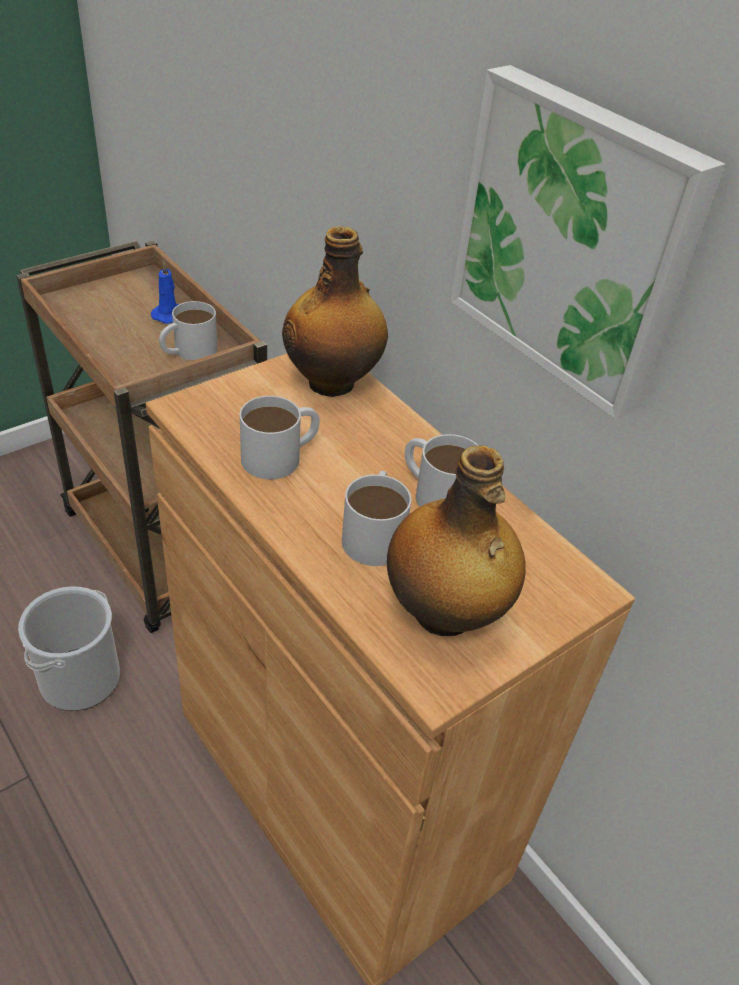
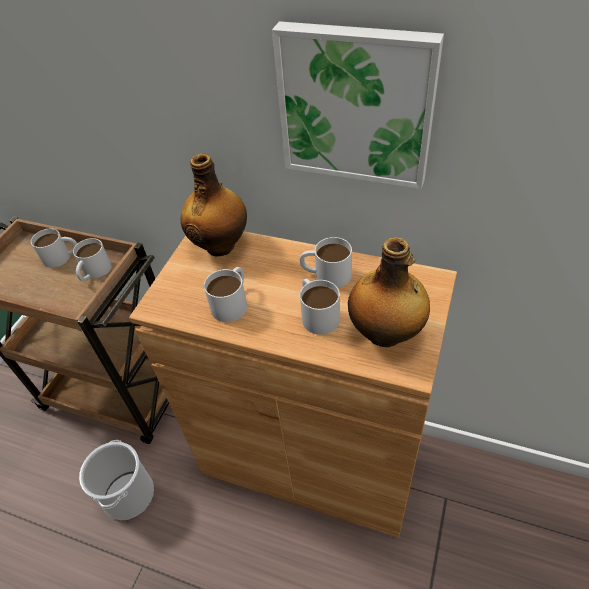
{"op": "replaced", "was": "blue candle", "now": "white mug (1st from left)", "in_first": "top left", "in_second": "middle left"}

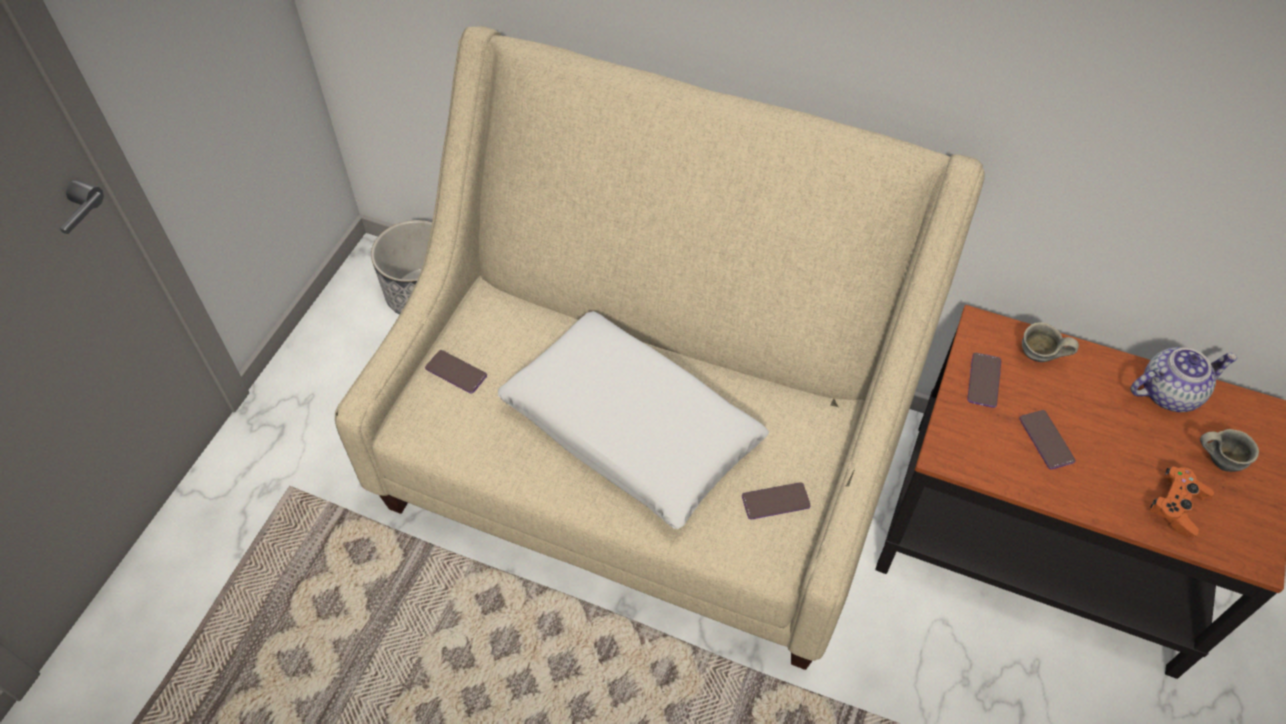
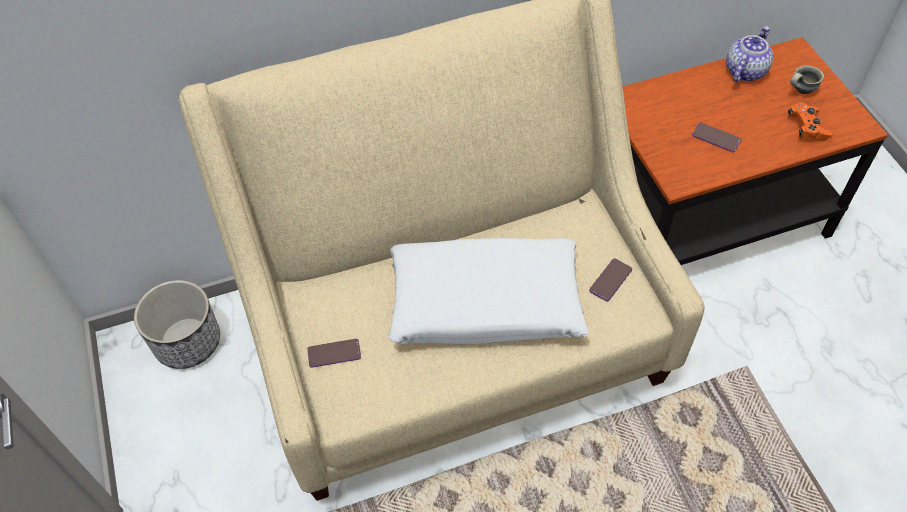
{"op": "removed", "was": "phone (3rd from left)", "in_first": "middle right"}
{"op": "removed", "was": "grey mug (1st from left)", "in_first": "middle right"}

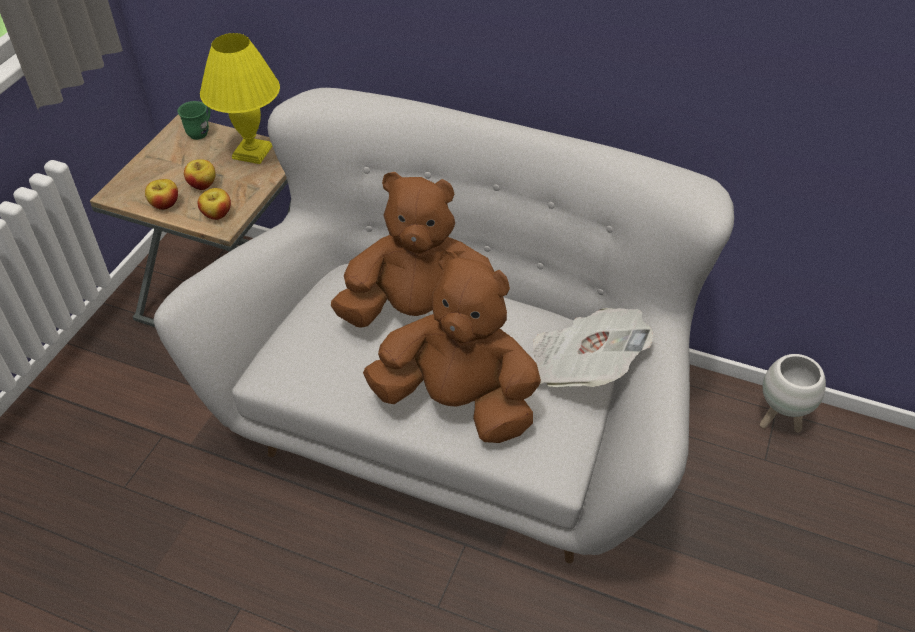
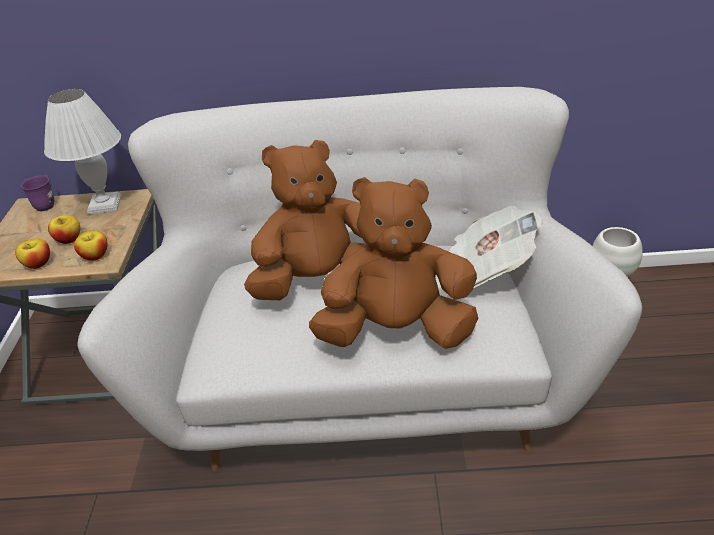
{"op": "recoloured", "was": "green mug", "now": "purple mug", "in_first": "top left", "in_second": "middle left"}
{"op": "recoloured", "was": "yellow table lamp", "now": "white table lamp", "in_first": "top left", "in_second": "top left"}

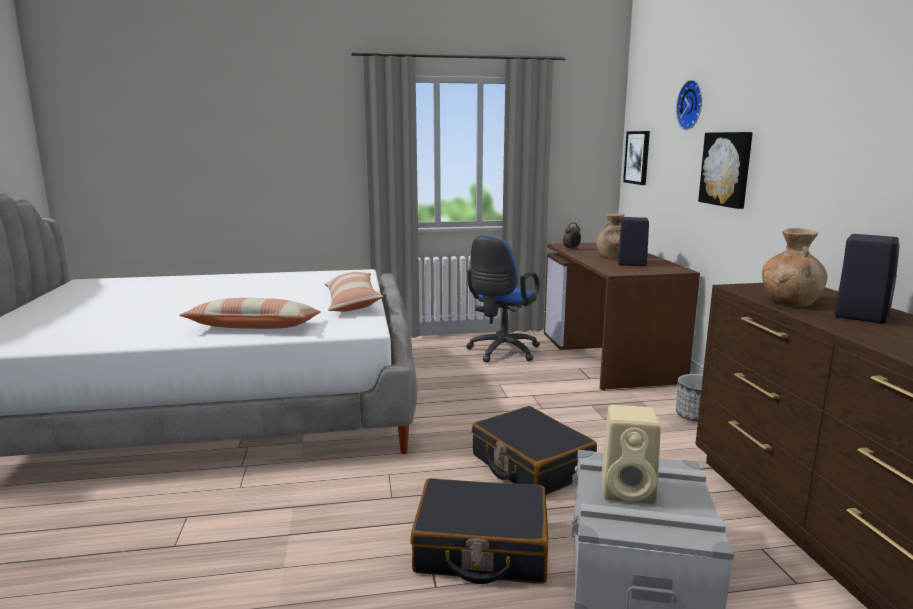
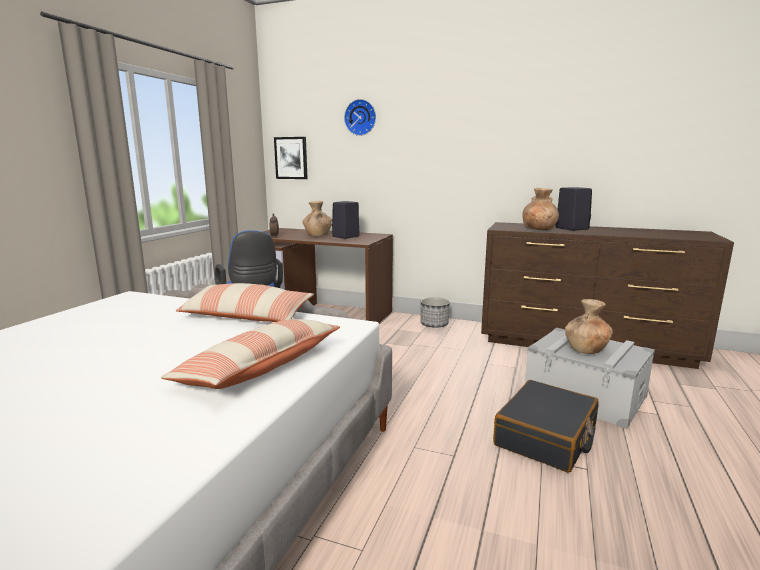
{"op": "removed", "was": "black suitcase (2nd from left)", "in_first": "bottom centre"}
{"op": "replaced", "was": "beige speaker", "now": "brown vase (3rd from left)", "in_first": "bottom right", "in_second": "middle right"}
{"op": "removed", "was": "picture (2nd from left)", "in_first": "top right"}

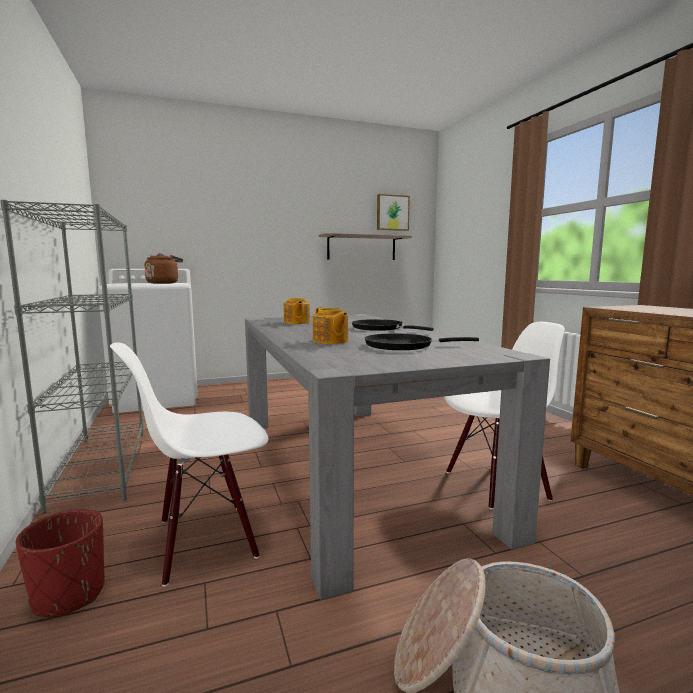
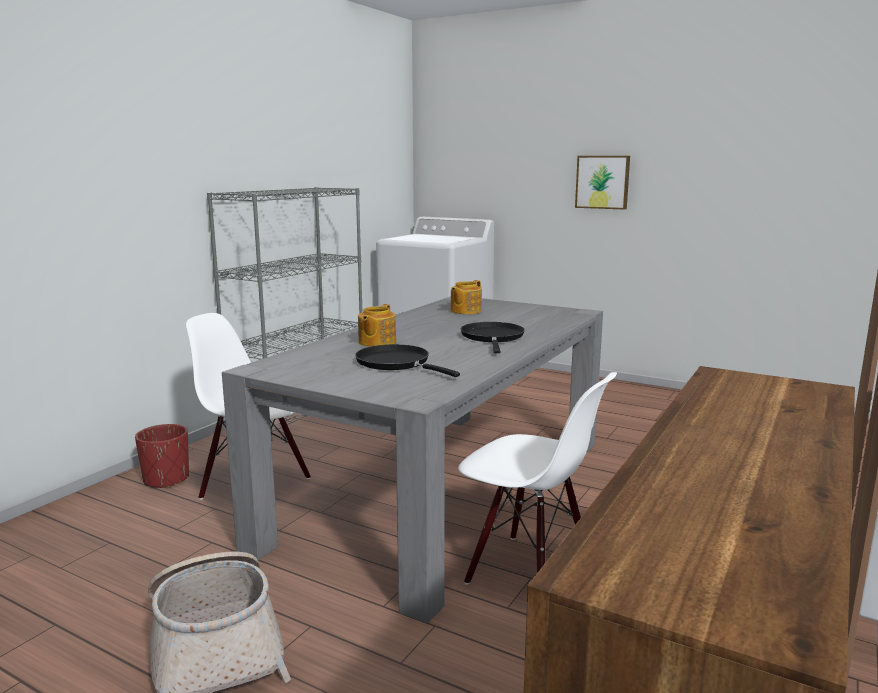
{"op": "removed", "was": "brown kettle", "in_first": "middle left"}
{"op": "removed", "was": "shelf", "in_first": "centre"}
{"op": "moved", "was": "picture", "in_first": "top centre", "in_second": "top right"}

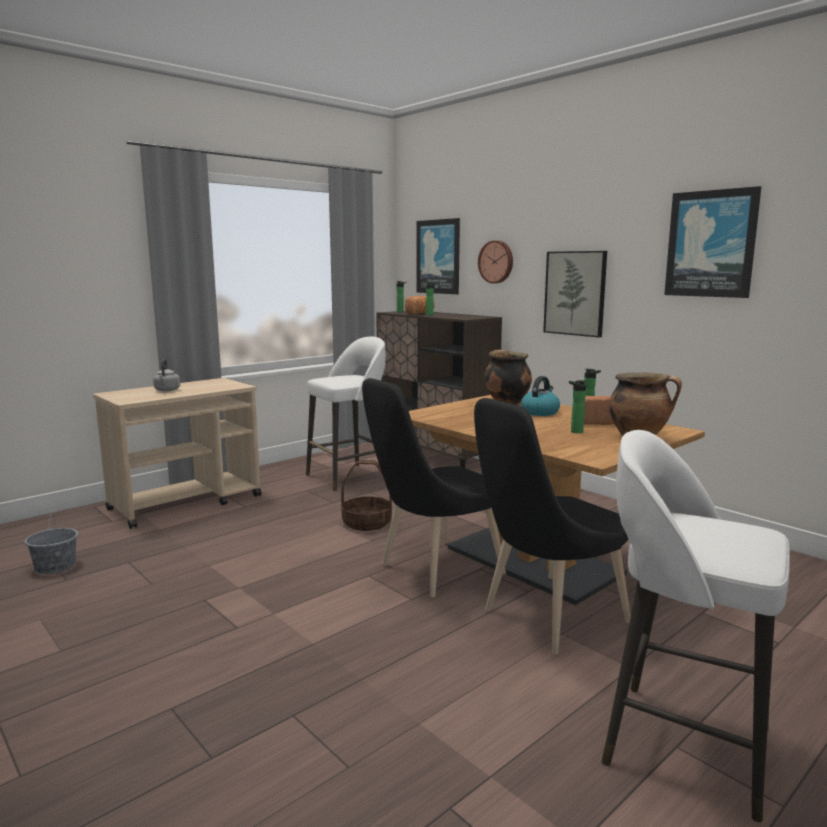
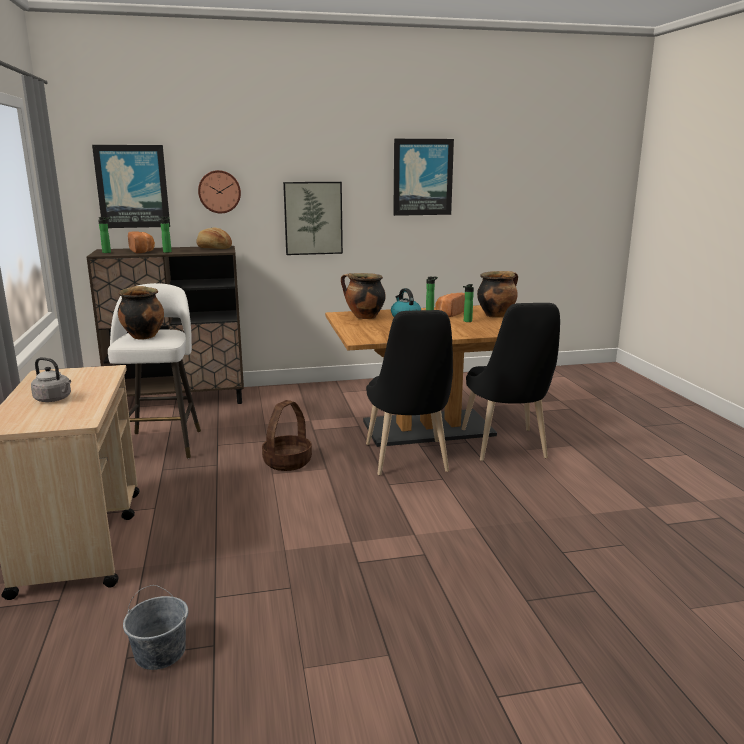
{"op": "removed", "was": "white stool (2nd from left)", "in_first": "bottom right"}
{"op": "added", "now": "cooking pot (1st from left)", "in_second": "middle left"}
{"op": "added", "now": "bread (2nd from left)", "in_second": "top left"}

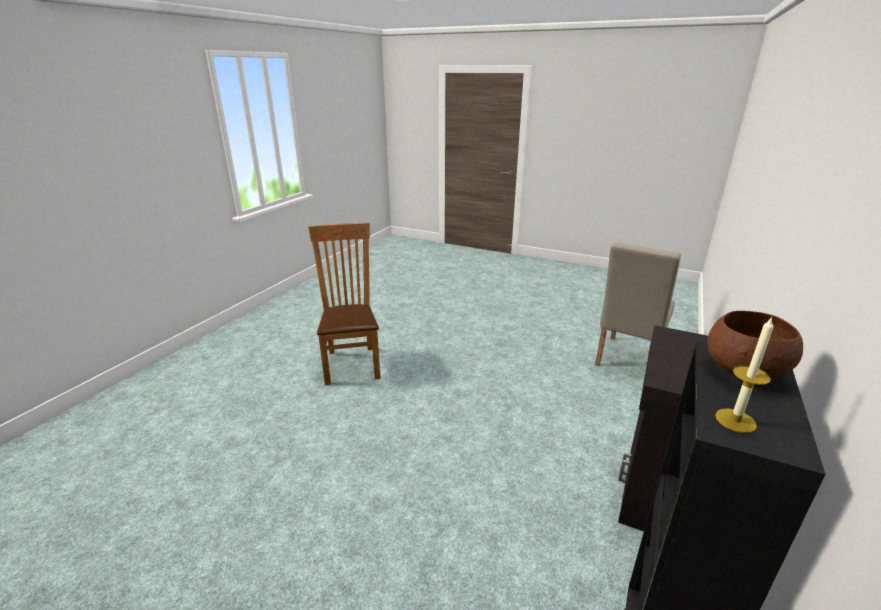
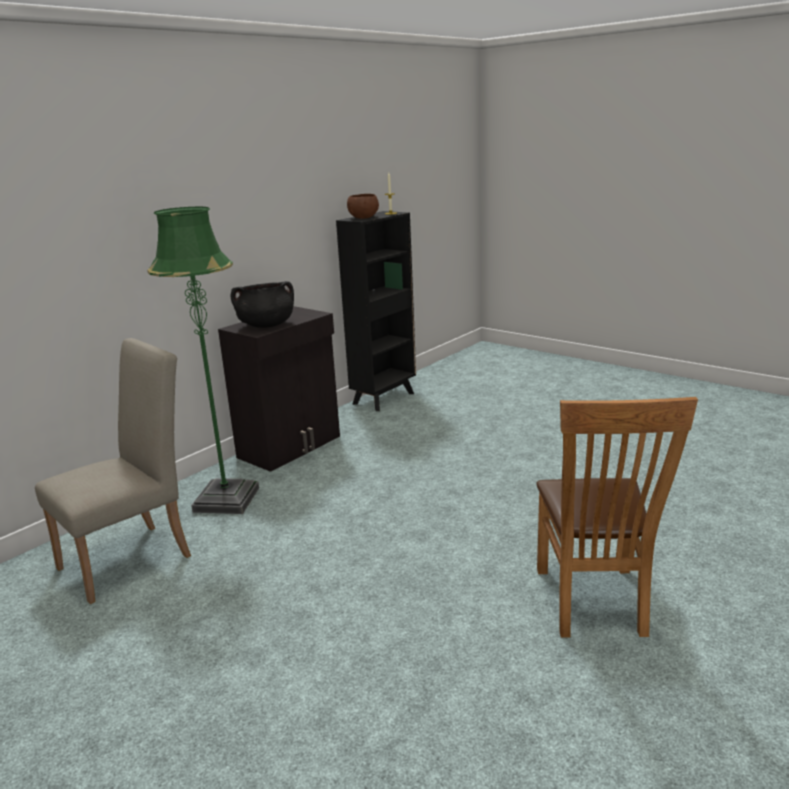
{"op": "added", "now": "green floor lamp", "in_second": "middle left"}
{"op": "added", "now": "black cooking pot", "in_second": "middle left"}

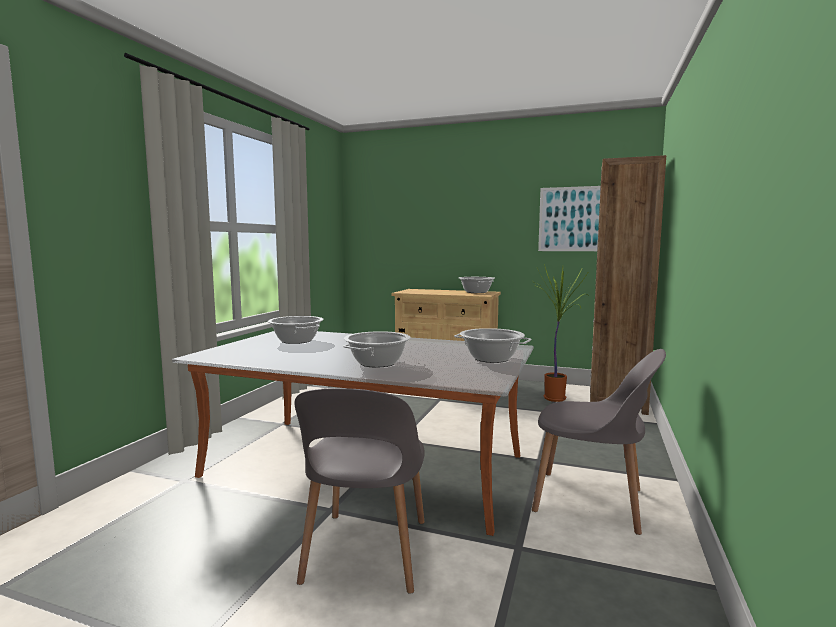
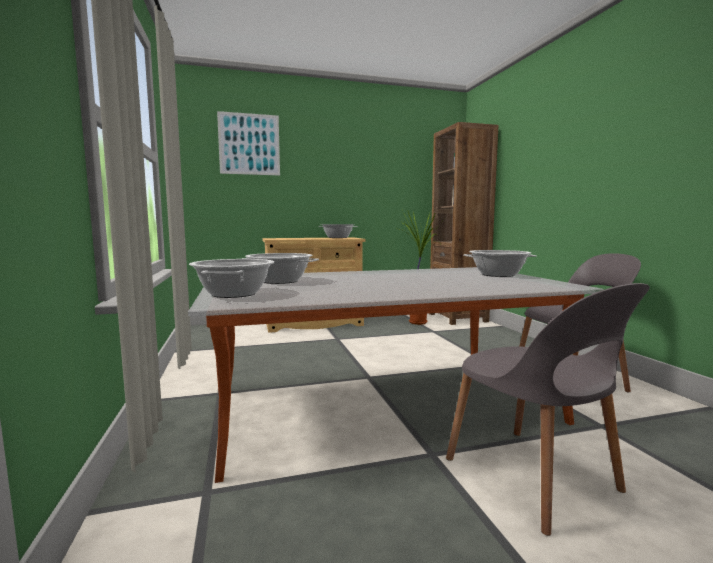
{"op": "moved", "was": "cooking pot (2nd from left in the first image)", "now": "cooking pot (1st from left)", "in_first": "centre", "in_second": "middle left"}
{"op": "moved", "was": "picture", "in_first": "middle right", "in_second": "top centre"}

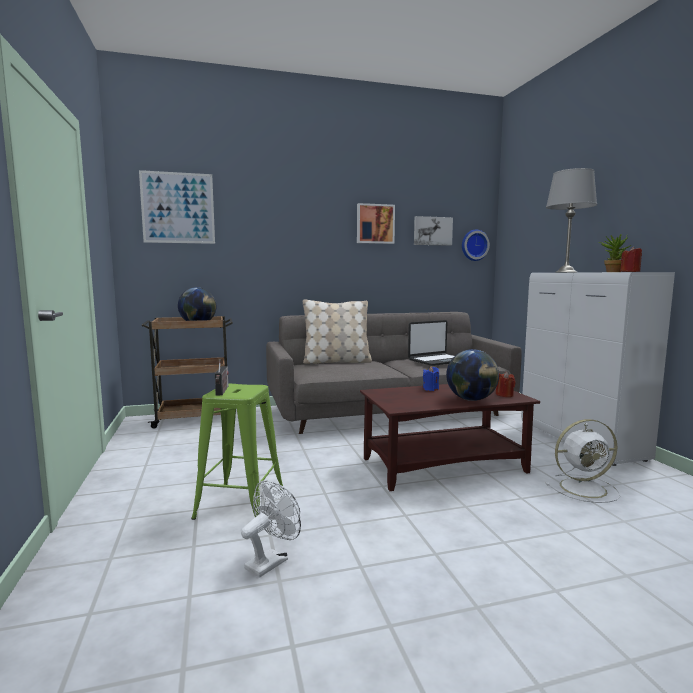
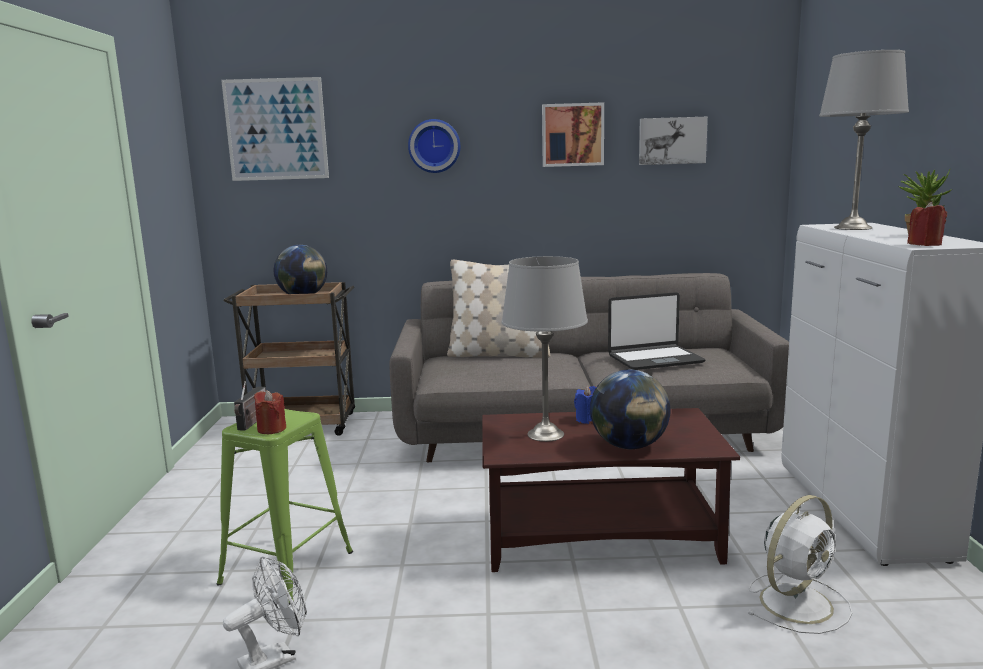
{"op": "moved", "was": "wall clock", "in_first": "middle right", "in_second": "top centre"}
{"op": "moved", "was": "red candle (1st from left)", "in_first": "middle right", "in_second": "middle left"}
{"op": "turned", "was": "white fan (2nd from left)", "in_first": "middle right", "in_second": "bottom right", "clockwise": -45}
{"op": "added", "now": "grey table lamp (1st from left)", "in_second": "centre"}

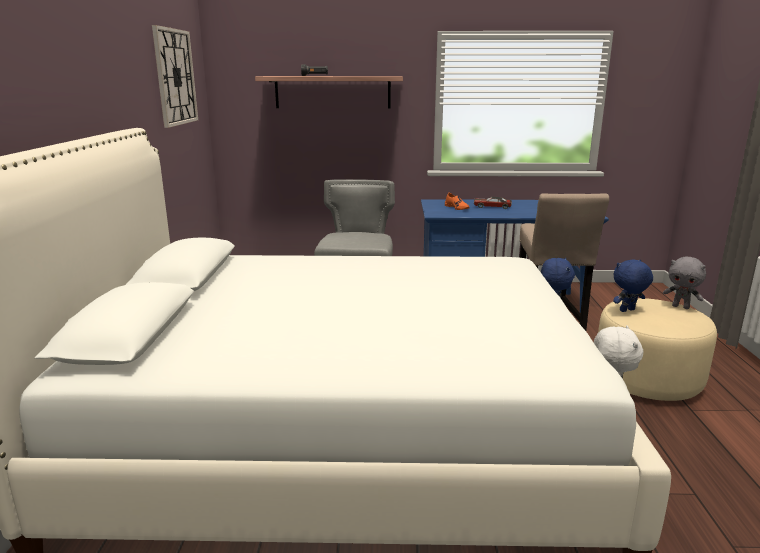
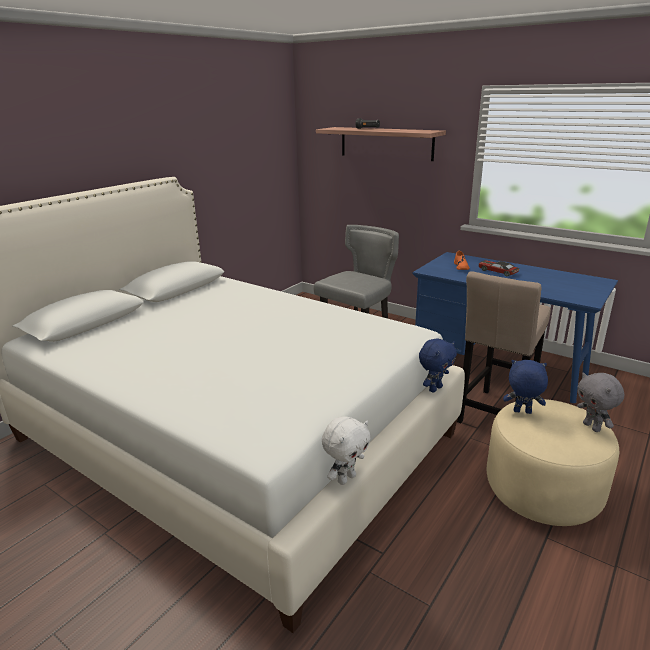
{"op": "removed", "was": "wall clock", "in_first": "top left"}

